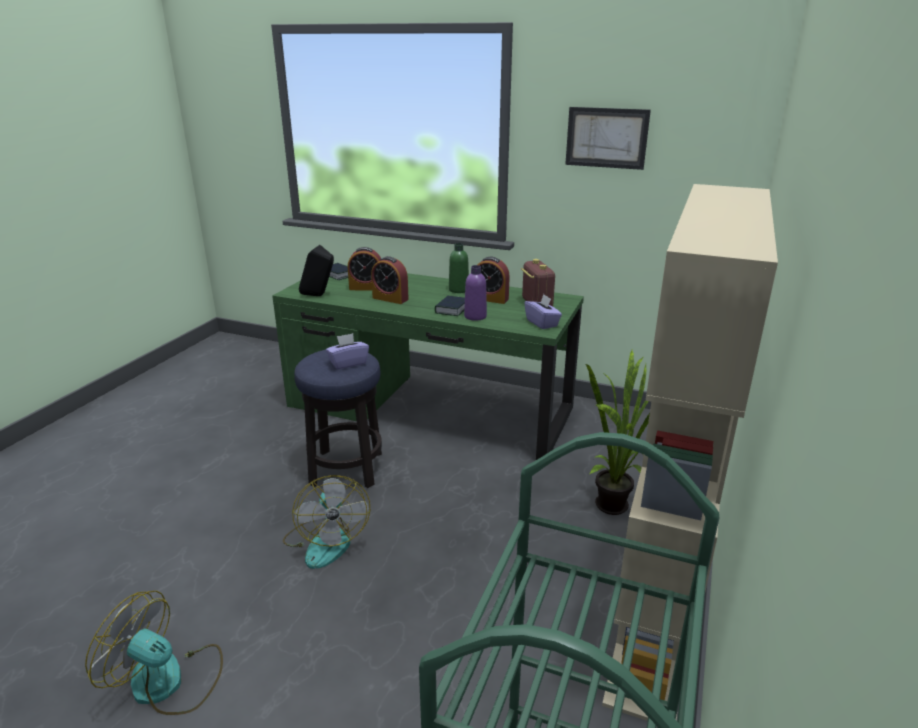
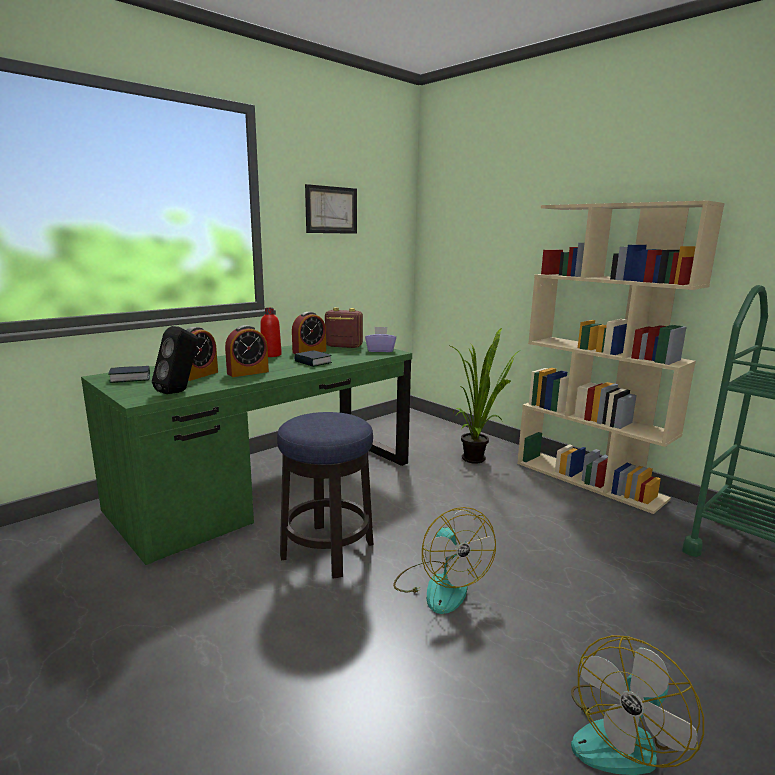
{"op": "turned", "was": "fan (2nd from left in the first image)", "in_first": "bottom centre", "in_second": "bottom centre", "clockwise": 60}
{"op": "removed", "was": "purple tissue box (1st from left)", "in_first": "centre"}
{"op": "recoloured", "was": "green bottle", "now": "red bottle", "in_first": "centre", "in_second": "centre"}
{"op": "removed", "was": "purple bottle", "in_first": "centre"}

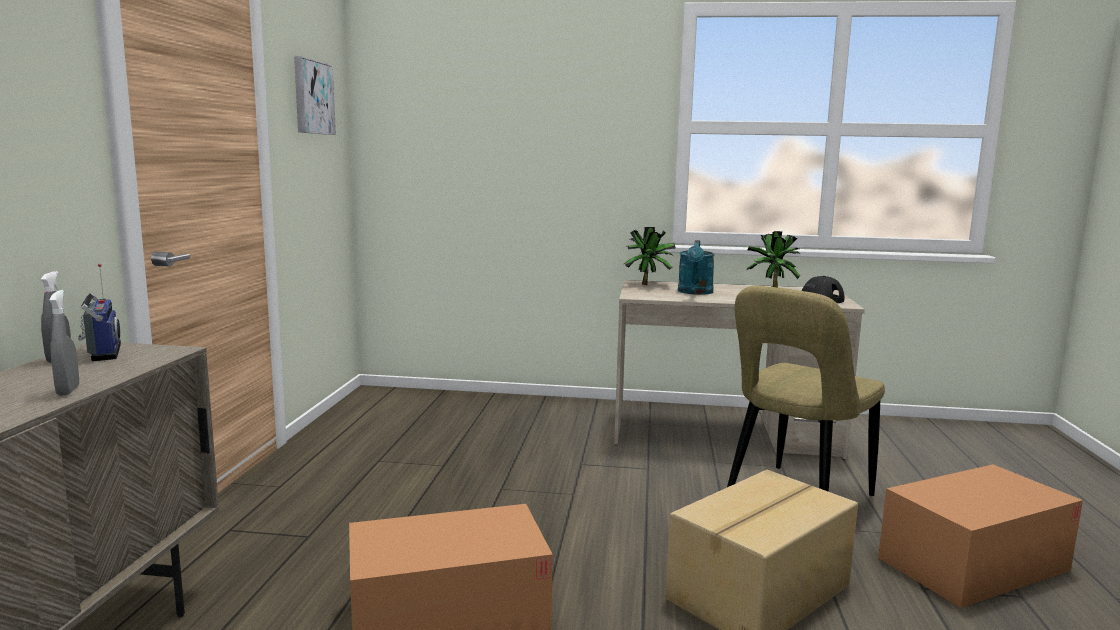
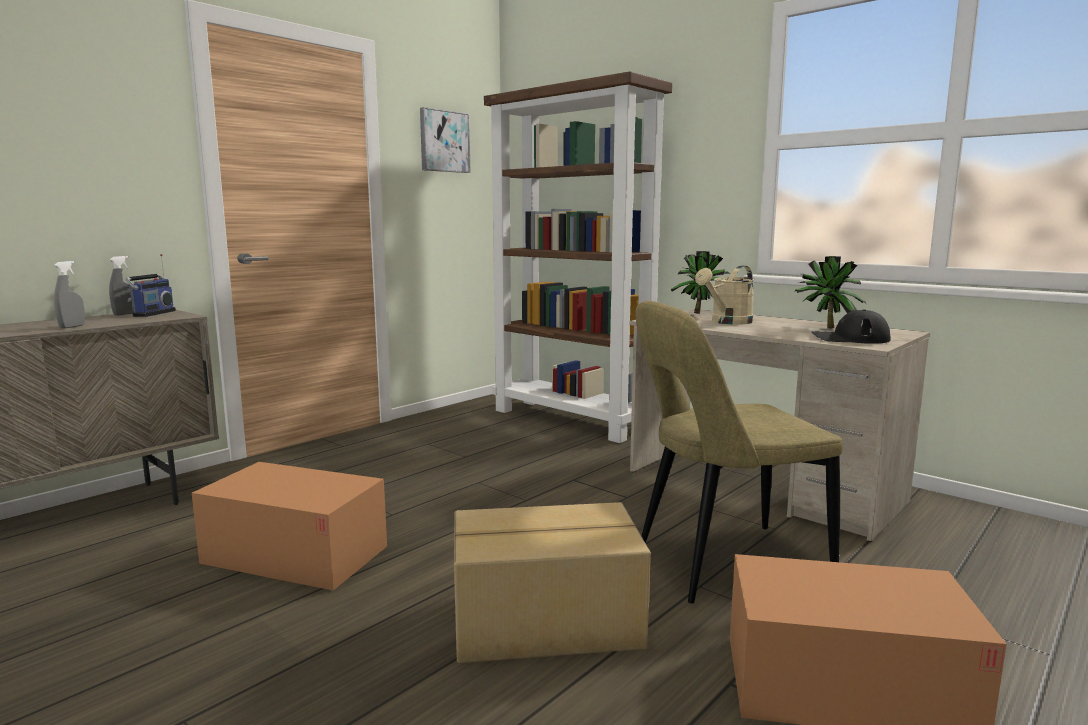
{"op": "recoloured", "was": "turquoise watering can", "now": "beige watering can", "in_first": "centre", "in_second": "centre"}
{"op": "added", "now": "brown bookcase", "in_second": "centre"}

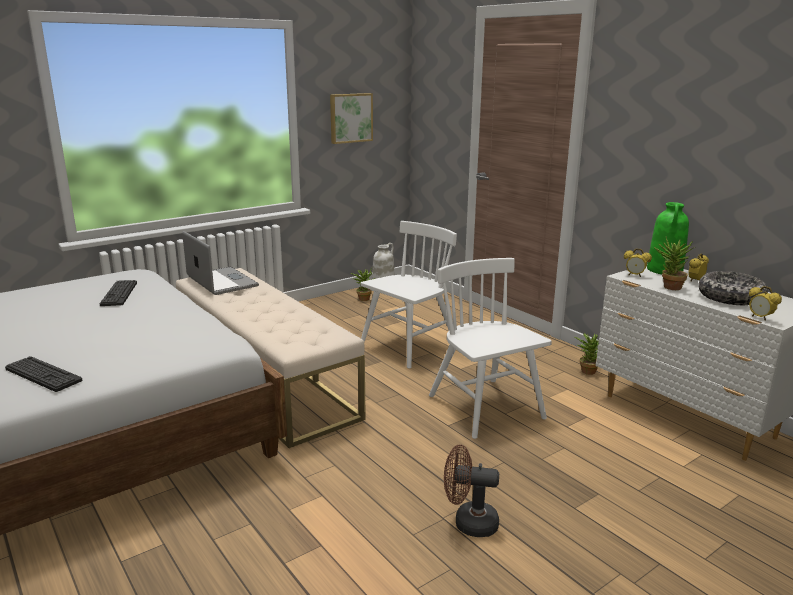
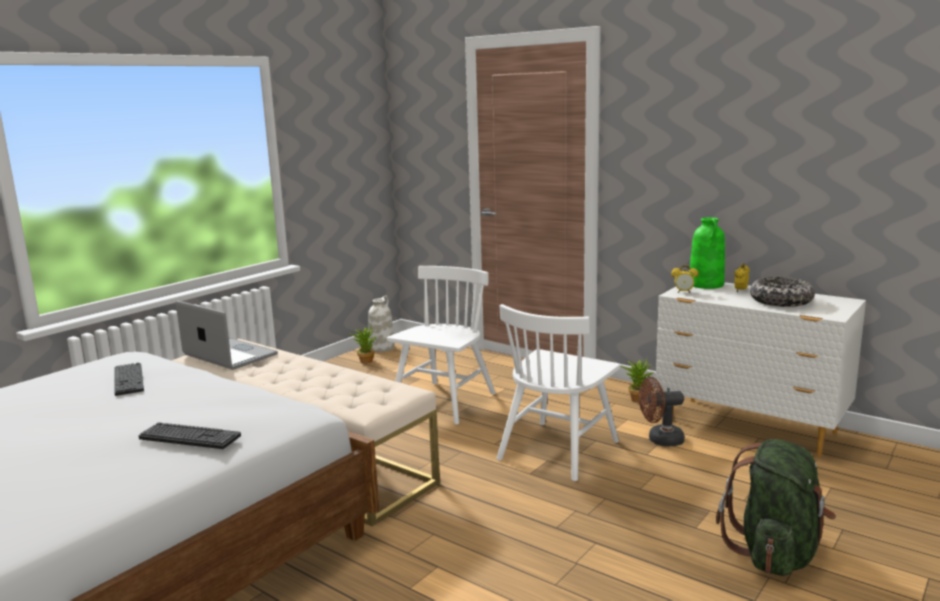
{"op": "moved", "was": "keyboard (1st from left in the first image)", "now": "keyboard (2nd from left)", "in_first": "middle left", "in_second": "bottom left"}
{"op": "removed", "was": "picture", "in_first": "top centre"}
{"op": "turned", "was": "white chair (2nd from left)", "in_first": "centre", "in_second": "centre", "clockwise": -105}
{"op": "moved", "was": "brown fan", "in_first": "bottom centre", "in_second": "bottom right"}
{"op": "removed", "was": "potted plant (3rd from left)", "in_first": "middle right"}
{"op": "removed", "was": "alarm clock (3rd from left)", "in_first": "middle right"}
{"op": "added", "now": "green backpack", "in_second": "bottom right"}

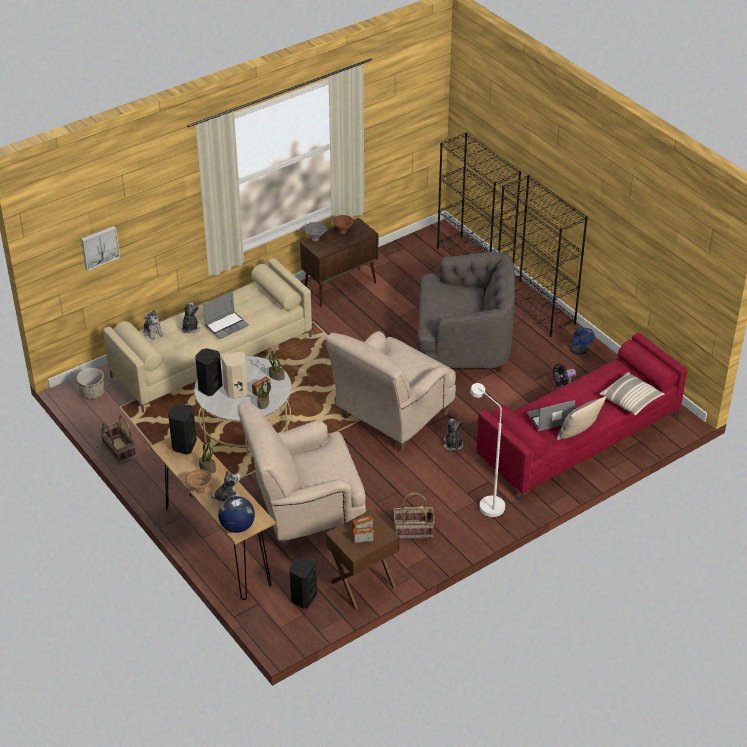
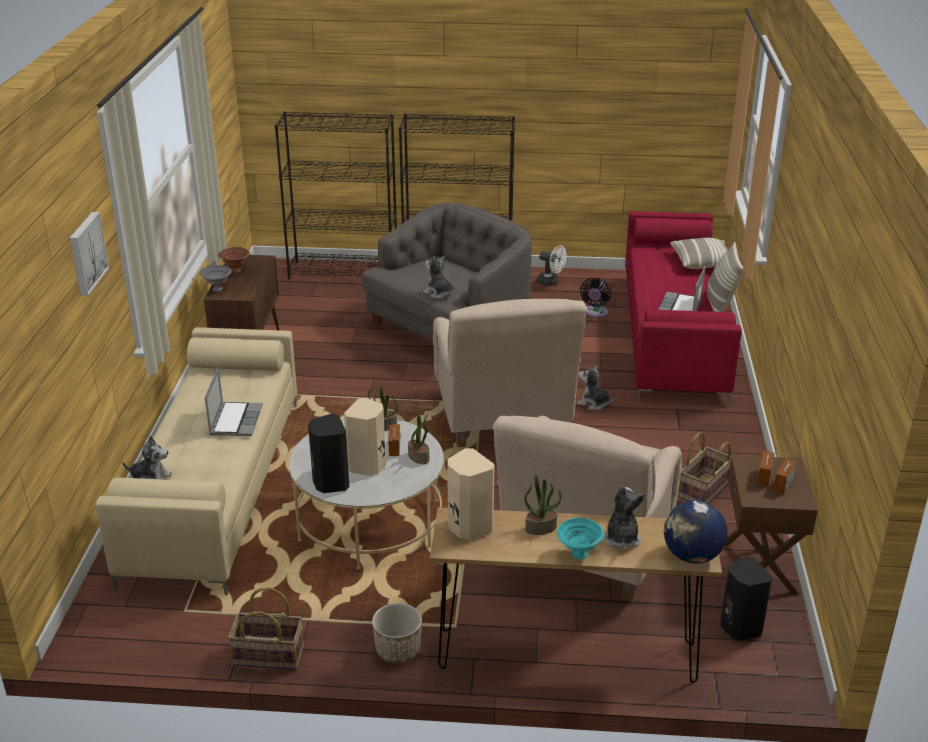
{"op": "moved", "was": "planter", "in_first": "middle left", "in_second": "bottom centre"}
{"op": "moved", "was": "picture", "in_first": "top left", "in_second": "middle left"}
{"op": "recoloured", "was": "black speaker (1st from left)", "now": "beige speaker (2nd from left)", "in_first": "middle left", "in_second": "centre"}
{"op": "moved", "was": "plush toy (2nd from left)", "in_first": "middle left", "in_second": "centre"}
{"op": "recoloured", "was": "brown bowl (1st from left)", "now": "turquoise bowl", "in_first": "middle left", "in_second": "bottom centre"}
{"op": "removed", "was": "white floor lamp", "in_first": "centre"}
{"op": "recoloured", "was": "blue fan", "now": "white fan", "in_first": "middle right", "in_second": "centre"}

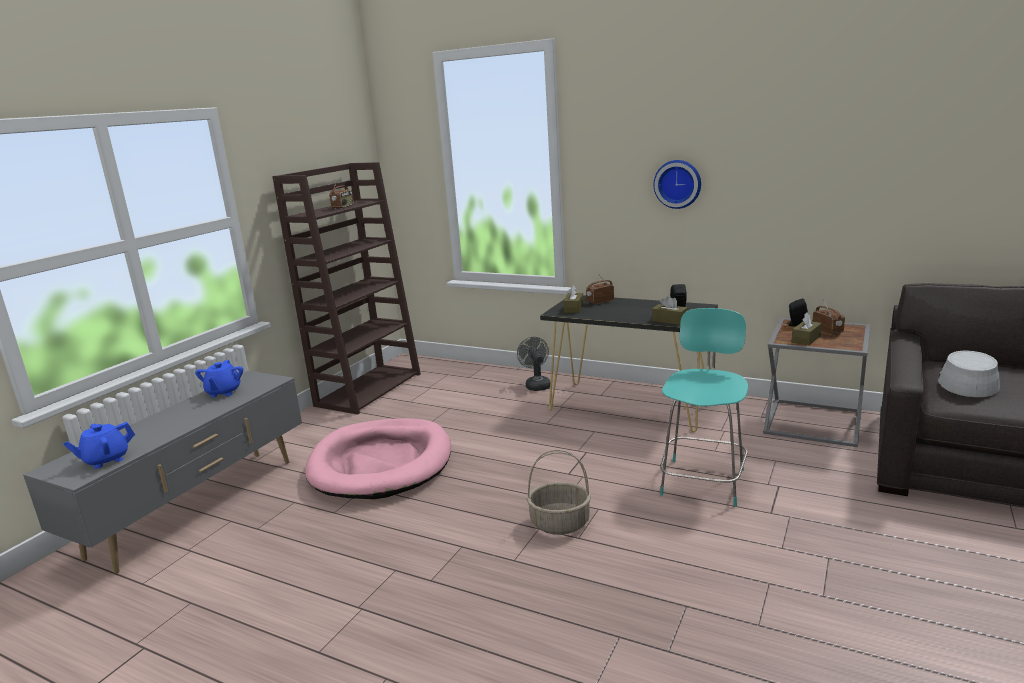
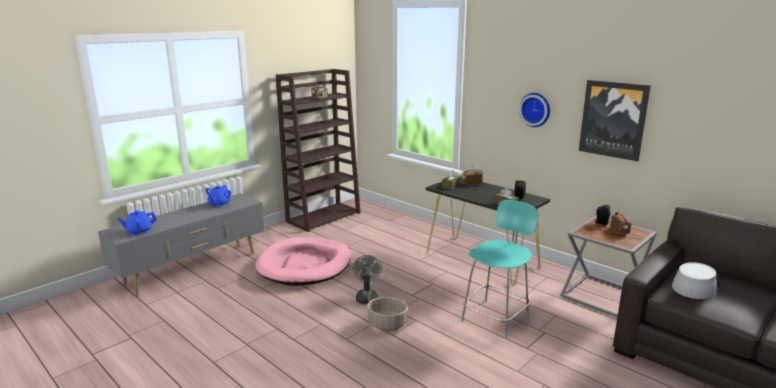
{"op": "moved", "was": "grey fan", "in_first": "centre", "in_second": "bottom centre"}
{"op": "removed", "was": "brown tissue box (3rd from left)", "in_first": "middle right"}
{"op": "added", "now": "picture", "in_second": "top right"}

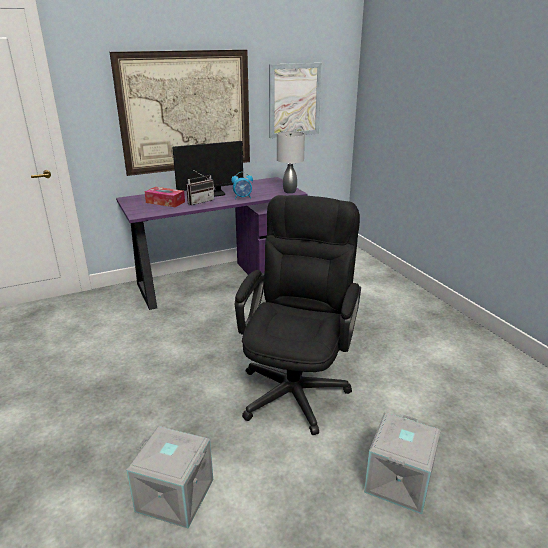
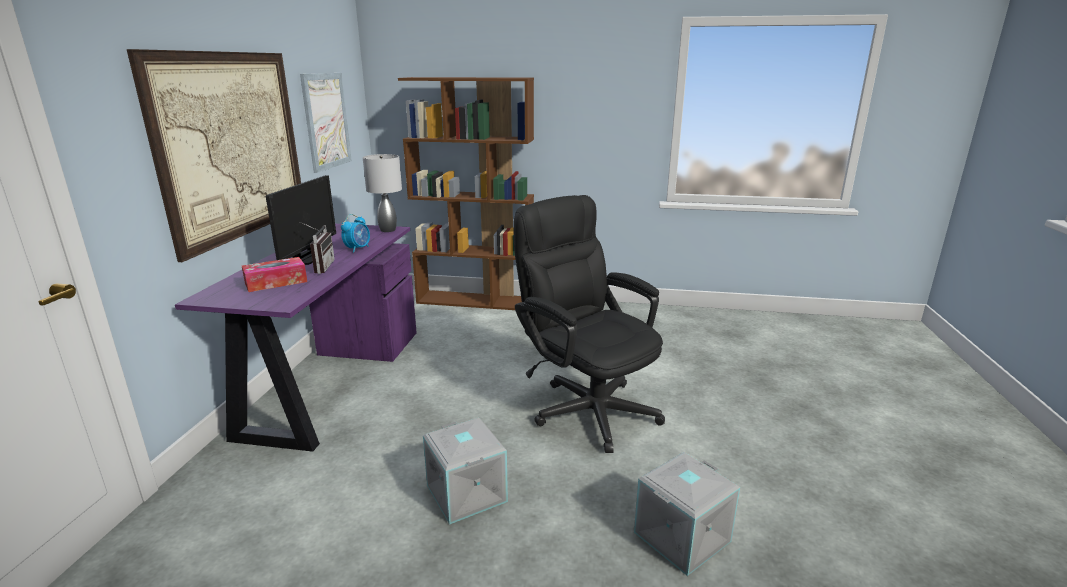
{"op": "moved", "was": "grey storage box (2nd from left in the first image)", "now": "grey storage box (1st from left)", "in_first": "bottom right", "in_second": "bottom centre"}
{"op": "added", "now": "brown bookcase", "in_second": "top centre"}

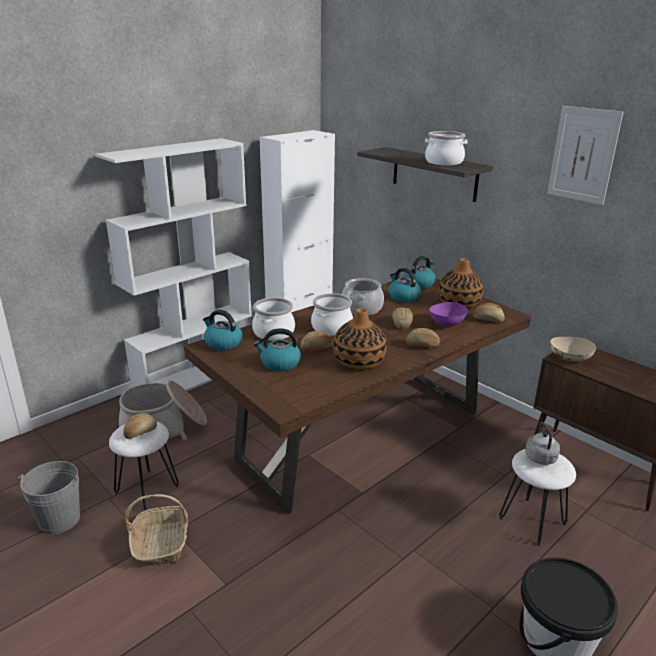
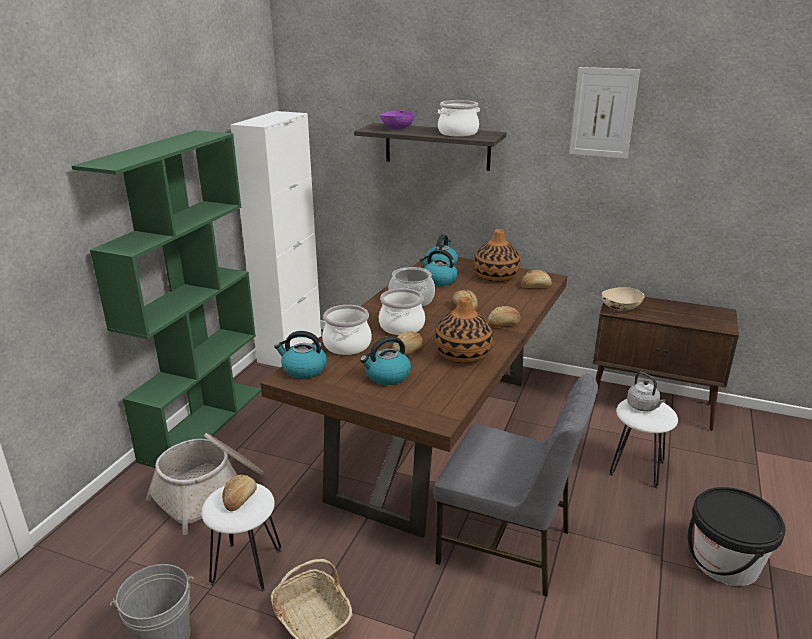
{"op": "recoloured", "was": "white bookcase", "now": "green bookcase", "in_first": "middle left", "in_second": "middle left"}
{"op": "moved", "was": "purple bowl", "in_first": "middle right", "in_second": "top centre"}
{"op": "added", "now": "grey chair", "in_second": "bottom centre"}

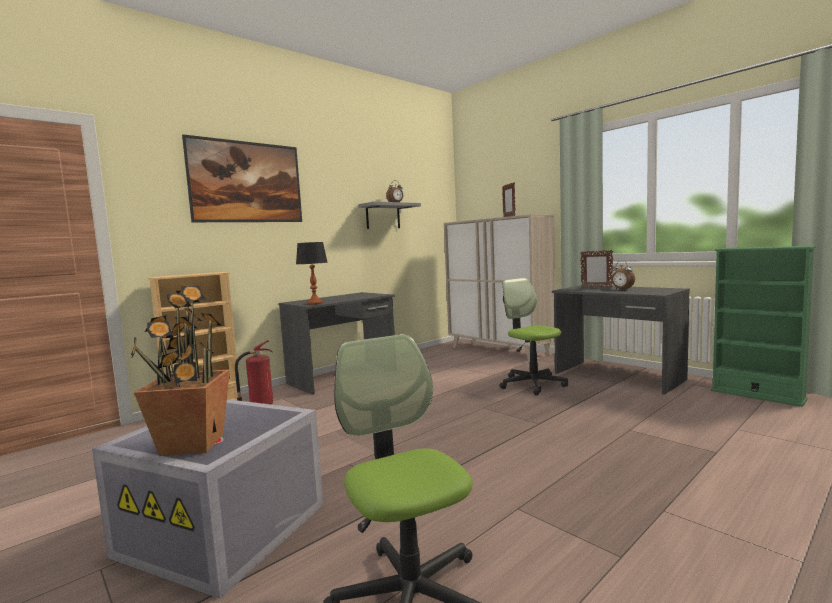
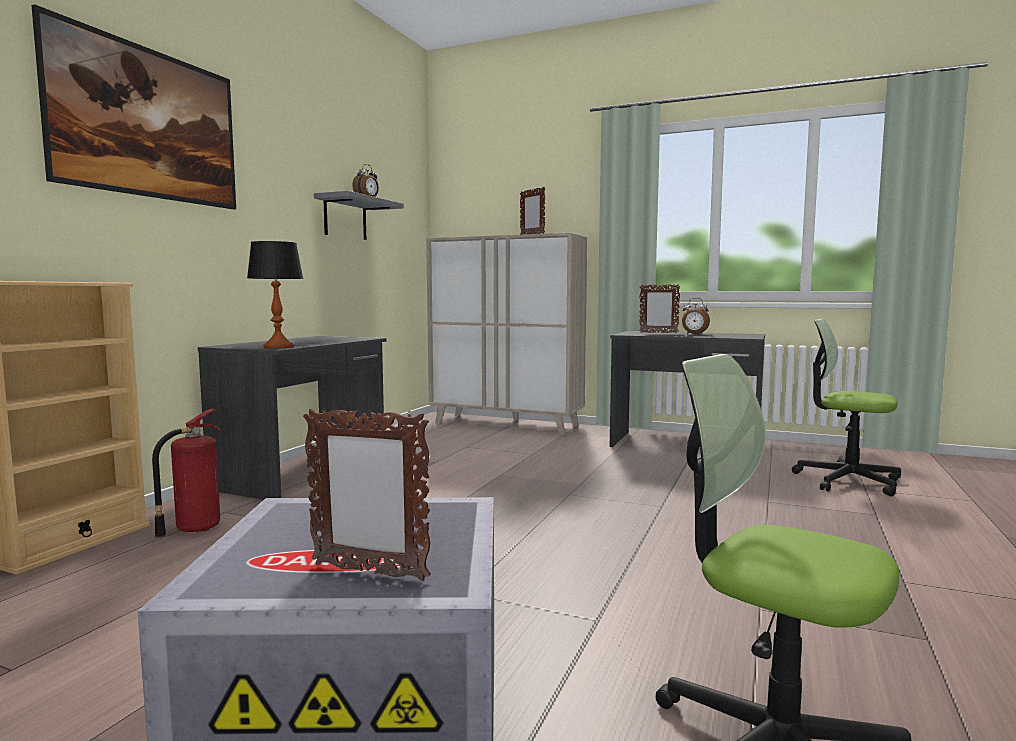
{"op": "replaced", "was": "potted plant", "now": "picture frame (1st from left)", "in_first": "middle left", "in_second": "bottom centre"}
{"op": "moved", "was": "office chair (2nd from left)", "in_first": "centre", "in_second": "middle right"}
{"op": "removed", "was": "green bookcase", "in_first": "middle right"}

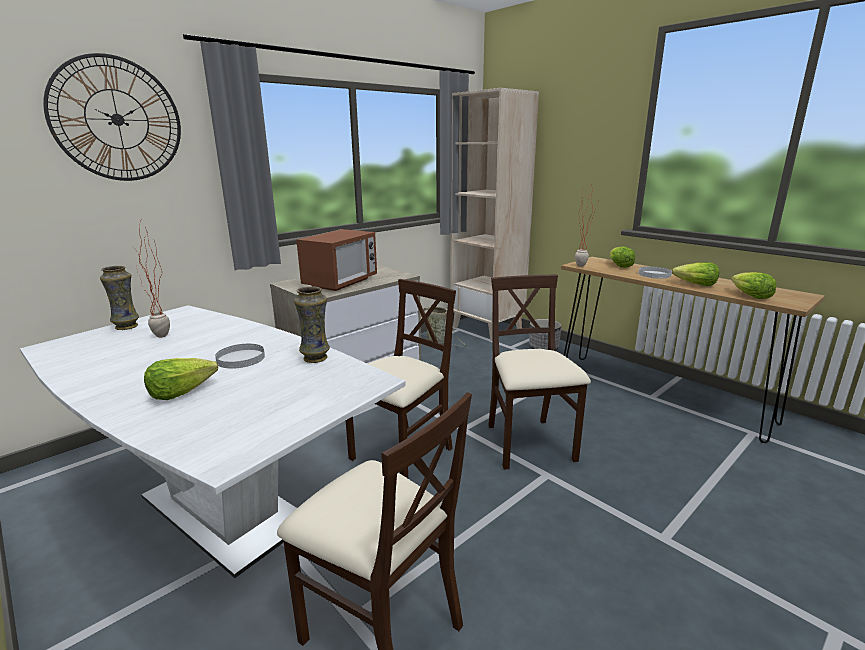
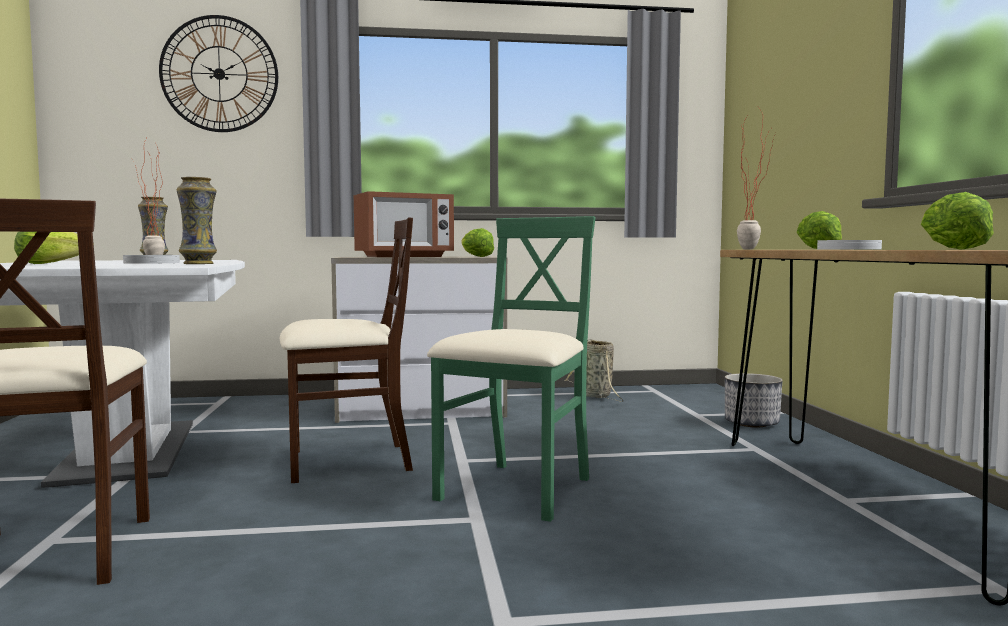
{"op": "removed", "was": "beige bookcase", "in_first": "top centre"}
{"op": "recoloured", "was": "beige chair (3rd from left)", "now": "green chair", "in_first": "centre", "in_second": "centre"}
{"op": "moved", "was": "lettuce (3rd from left in the first image)", "now": "lettuce (2nd from left)", "in_first": "middle right", "in_second": "centre"}

